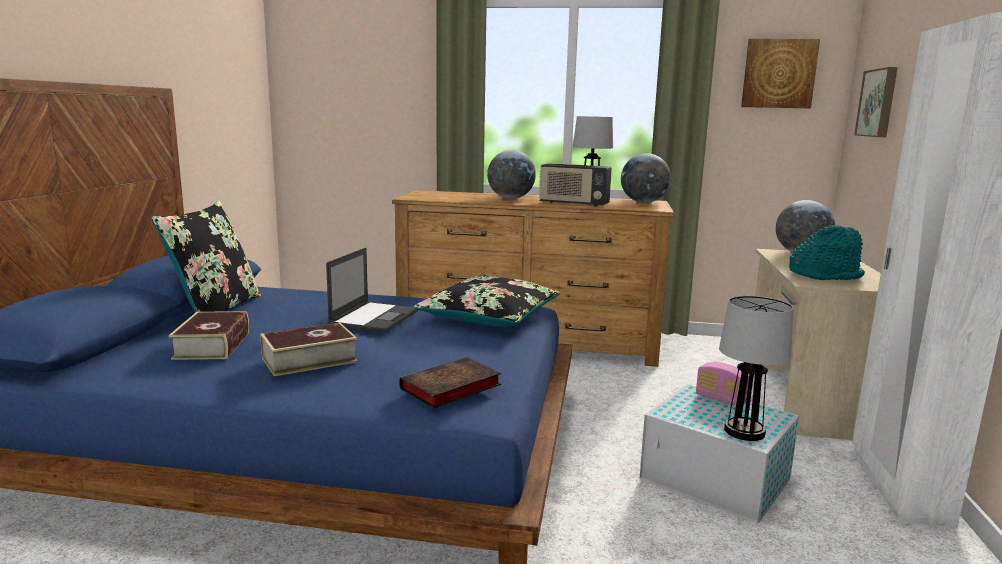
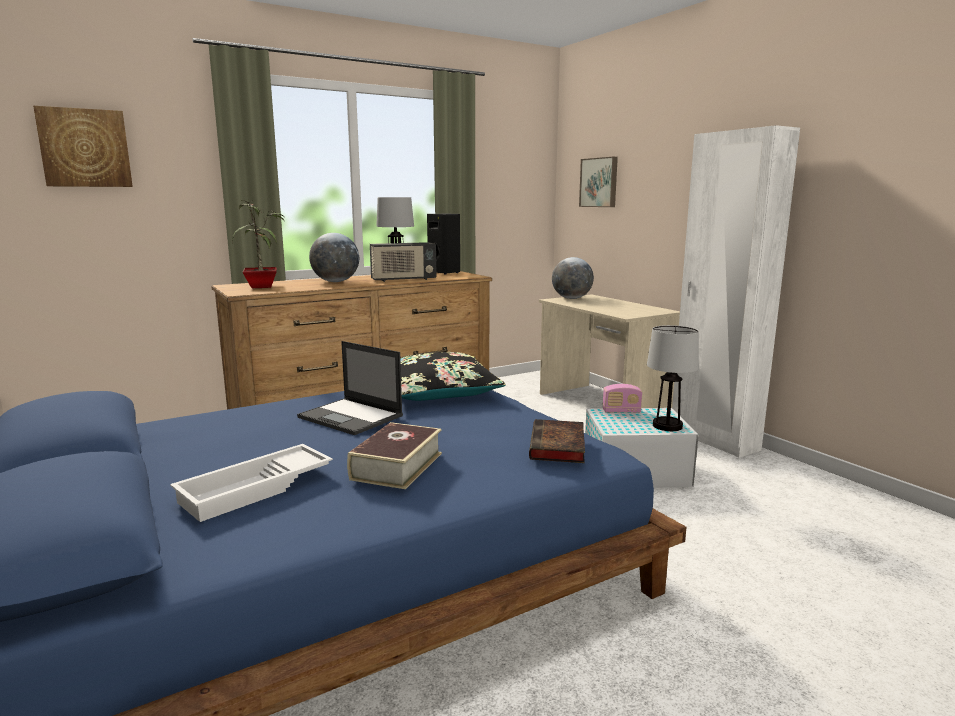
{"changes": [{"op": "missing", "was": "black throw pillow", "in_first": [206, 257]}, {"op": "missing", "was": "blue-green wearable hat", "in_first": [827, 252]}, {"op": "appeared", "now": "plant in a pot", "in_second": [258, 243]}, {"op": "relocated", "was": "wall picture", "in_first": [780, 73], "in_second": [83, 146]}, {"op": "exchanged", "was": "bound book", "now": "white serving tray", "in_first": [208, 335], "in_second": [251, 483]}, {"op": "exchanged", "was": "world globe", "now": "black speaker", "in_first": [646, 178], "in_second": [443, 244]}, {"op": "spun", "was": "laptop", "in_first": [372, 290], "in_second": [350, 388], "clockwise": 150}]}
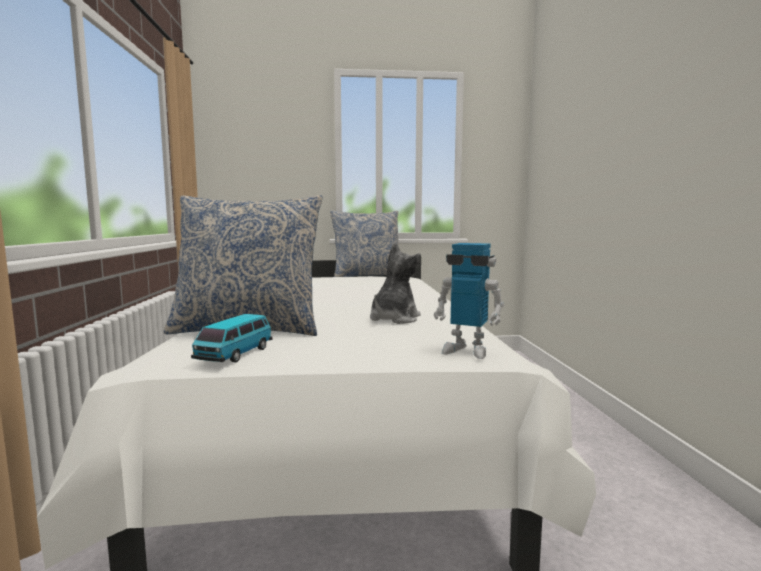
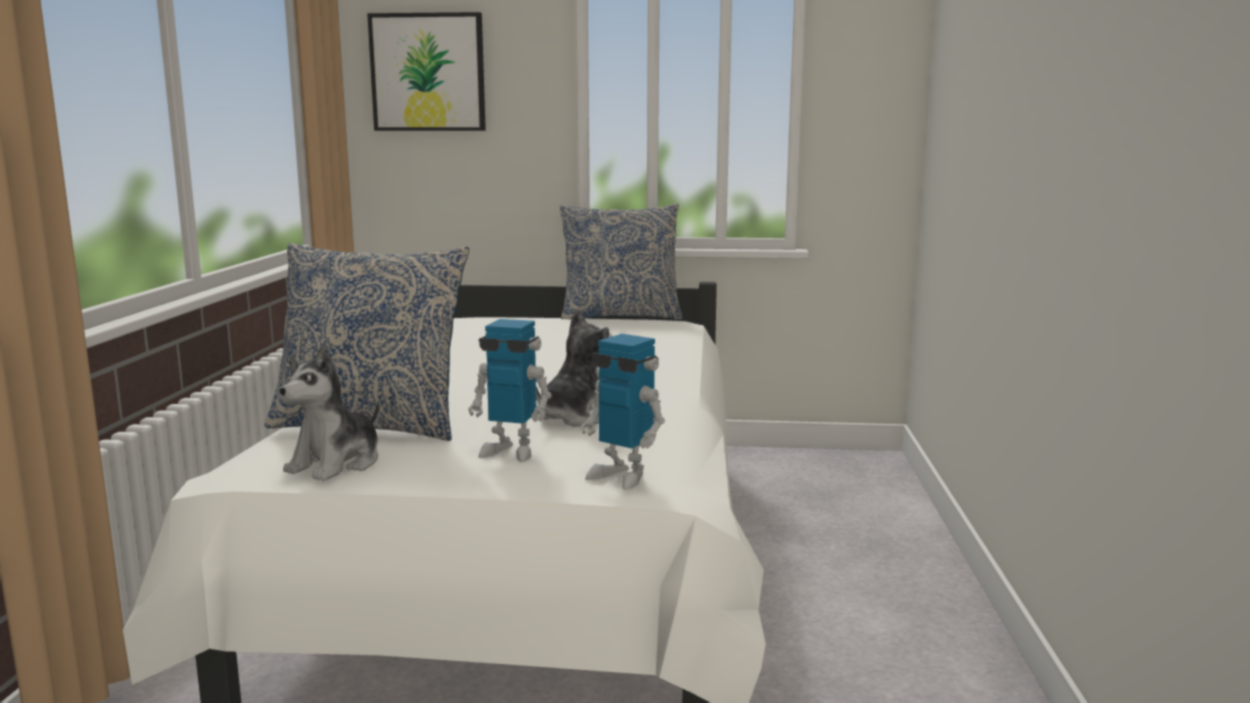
{"changes": [{"op": "appeared", "now": "wall picture", "in_second": [426, 71]}, {"op": "appeared", "now": "model robot", "in_second": [510, 390]}, {"op": "exchanged", "was": "model car", "now": "soft toy", "in_first": [231, 338], "in_second": [329, 413]}]}
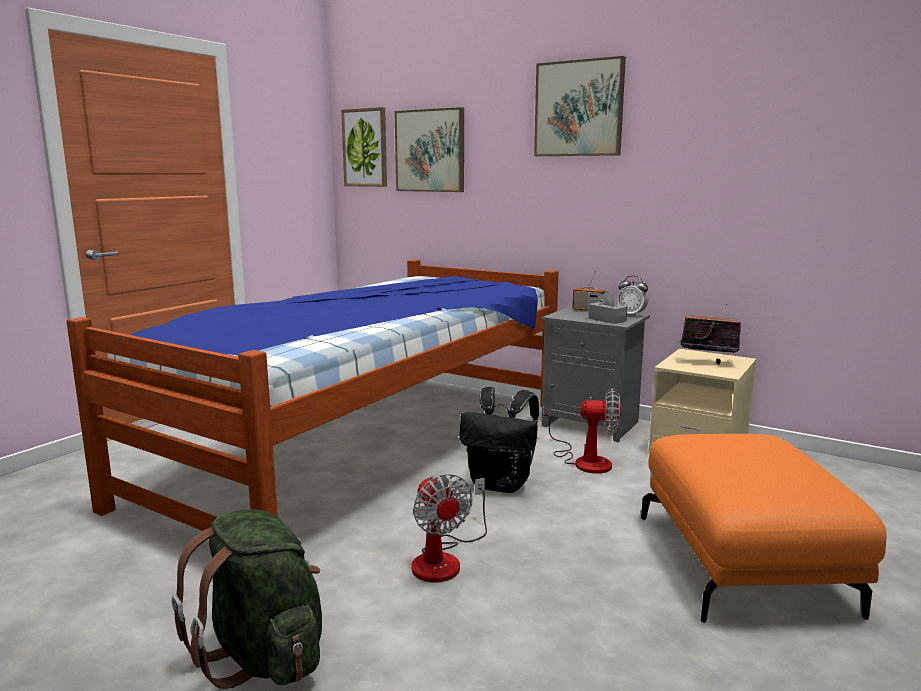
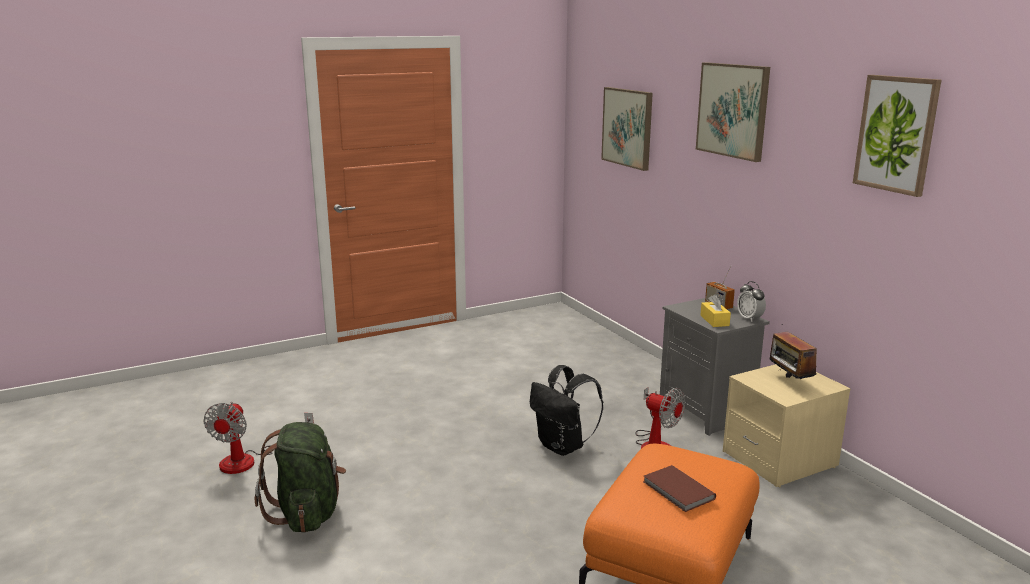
{"changes": [{"op": "missing", "was": "bedroom bed", "in_first": [312, 395]}, {"op": "appeared", "now": "brown bound book", "in_second": [679, 488]}, {"op": "relocated", "was": "wall picture", "in_first": [364, 147], "in_second": [897, 136]}, {"op": "relocated", "was": "electric fan", "in_first": [449, 528], "in_second": [258, 438]}, {"op": "colour", "was": "greyish box of tissues", "now": "yellow box of tissues", "in_first": [607, 307], "in_second": [715, 310]}, {"op": "spun", "was": "radio receiver", "in_first": [713, 334], "in_second": [793, 352], "clockwise": -150}]}
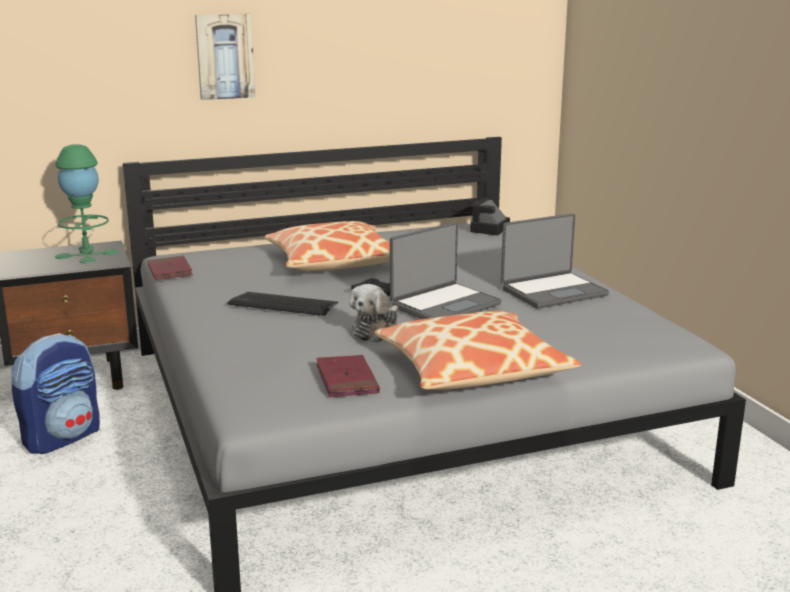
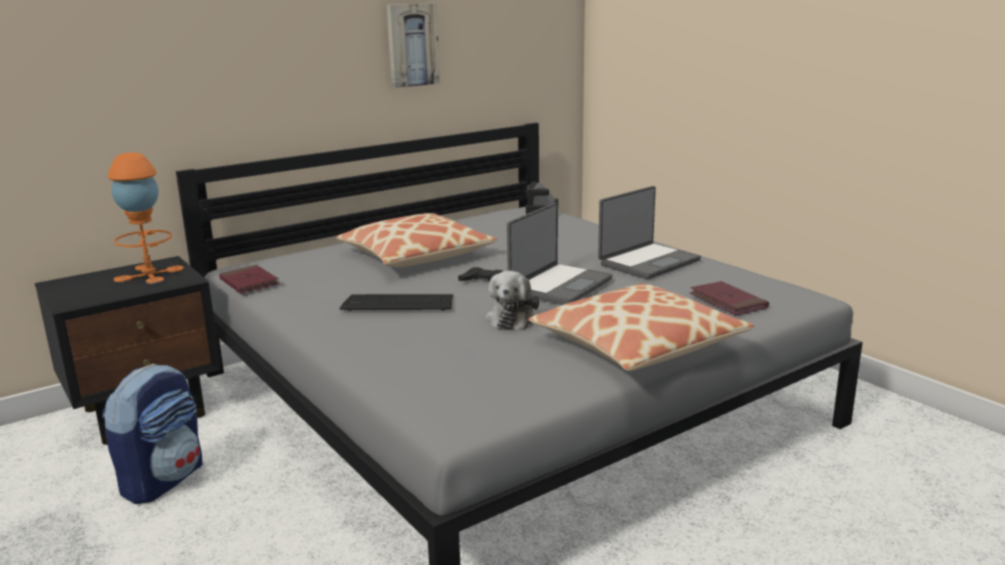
{"changes": [{"op": "relocated", "was": "wall picture", "in_first": [225, 57], "in_second": [413, 45]}, {"op": "relocated", "was": "red-coloured bound book", "in_first": [348, 376], "in_second": [729, 298]}, {"op": "colour", "was": "green-coloured table lamp", "now": "orange table lamp", "in_first": [86, 203], "in_second": [146, 218]}]}
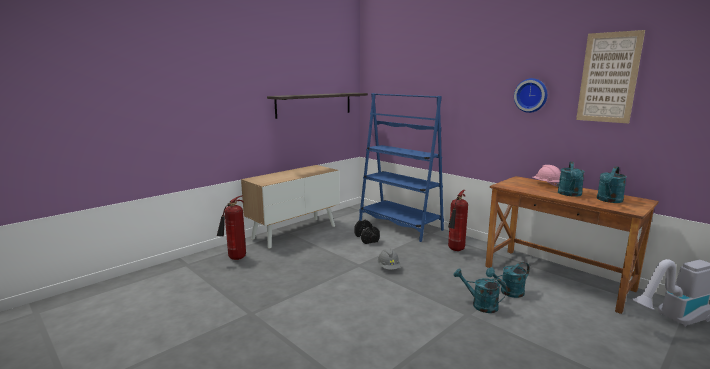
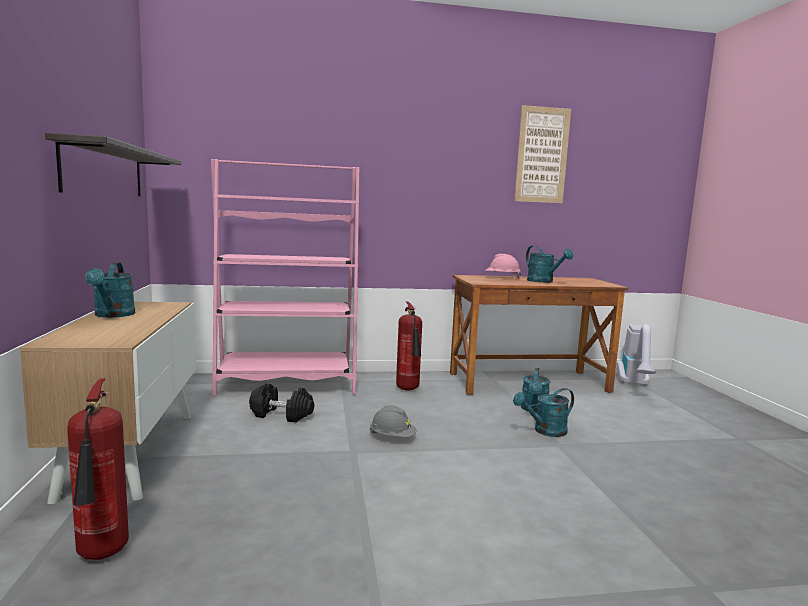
{"changes": [{"op": "missing", "was": "clock on the wall", "in_first": [530, 95]}, {"op": "relocated", "was": "blue-green watering pot", "in_first": [612, 184], "in_second": [110, 290]}, {"op": "colour", "was": "blue bookshelf", "now": "pink-coloured bookshelf", "in_first": [401, 167], "in_second": [285, 277]}]}
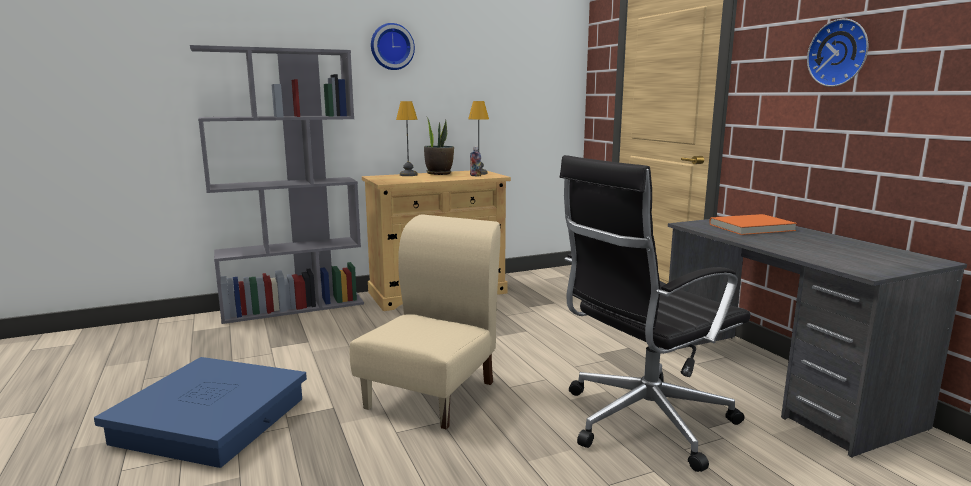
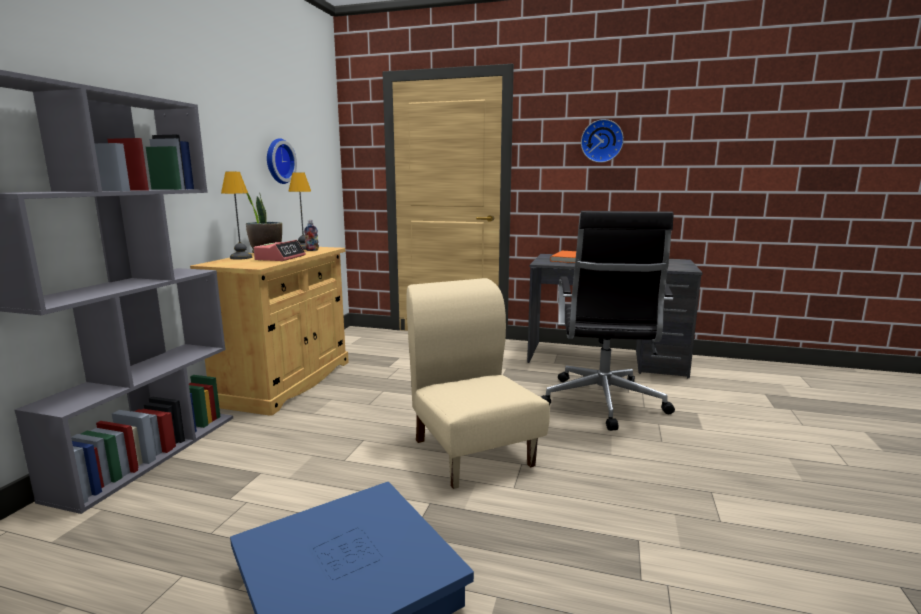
{"changes": [{"op": "appeared", "now": "alarm clock", "in_second": [280, 250]}, {"op": "relocated", "was": "clock on the wall", "in_first": [393, 46], "in_second": [282, 161]}]}
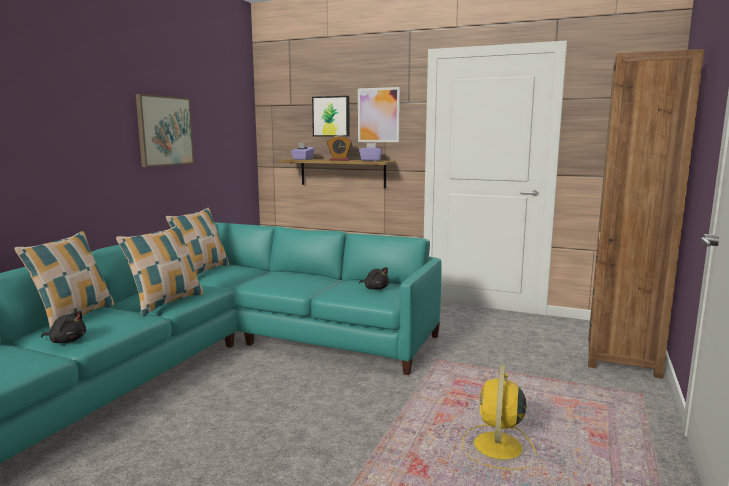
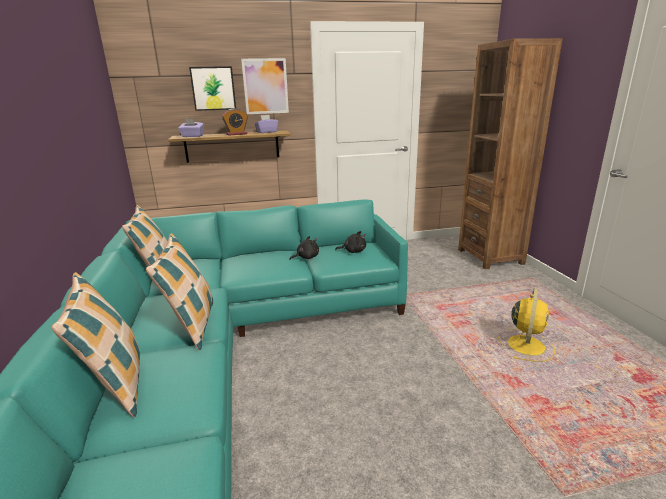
{"changes": [{"op": "missing", "was": "wall picture", "in_first": [165, 130]}, {"op": "relocated", "was": "black soft toy", "in_first": [63, 327], "in_second": [304, 248]}, {"op": "spun", "was": "yellow electric fan", "in_first": [499, 417], "in_second": [526, 325], "clockwise": -135}]}
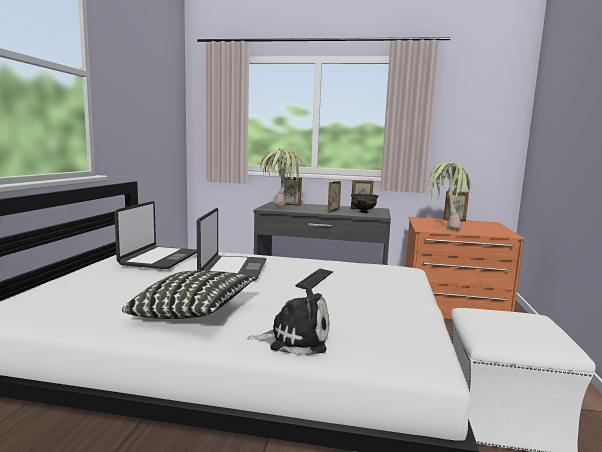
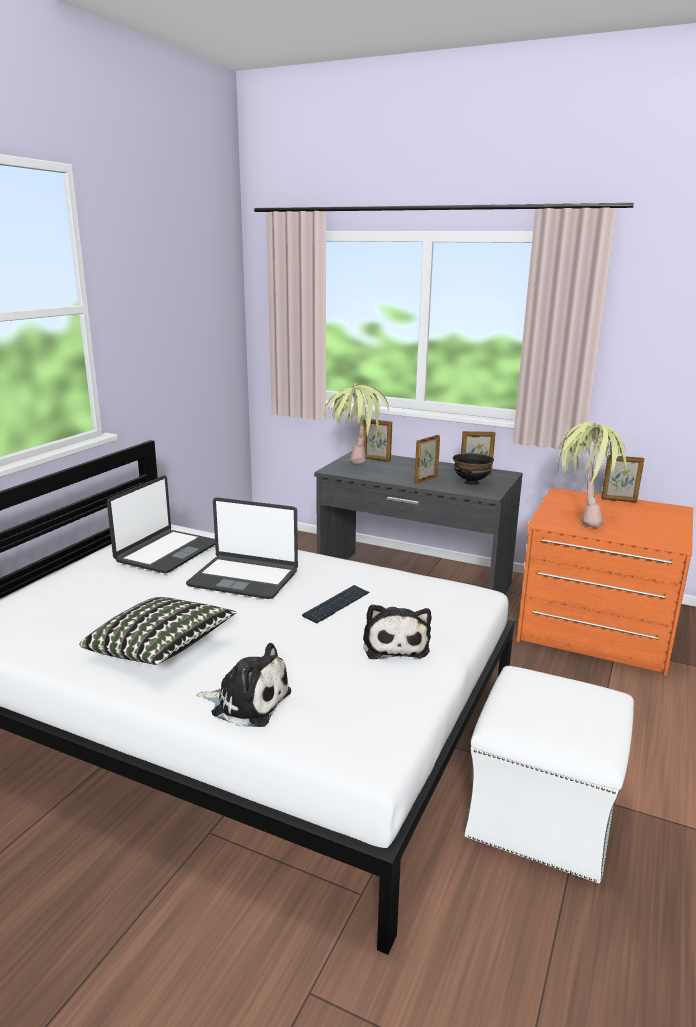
{"changes": [{"op": "appeared", "now": "soft toy", "in_second": [397, 631]}, {"op": "spun", "was": "laptop", "in_first": [231, 244], "in_second": [242, 548], "clockwise": 90}]}
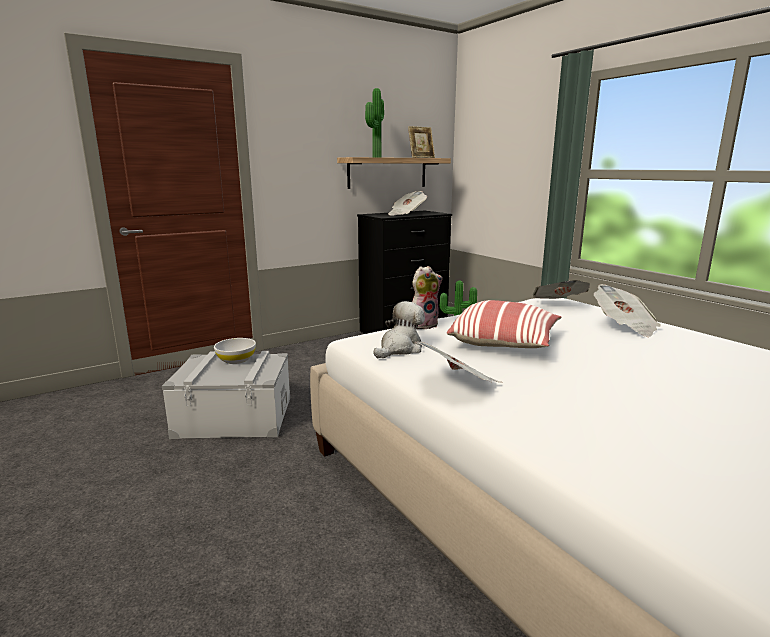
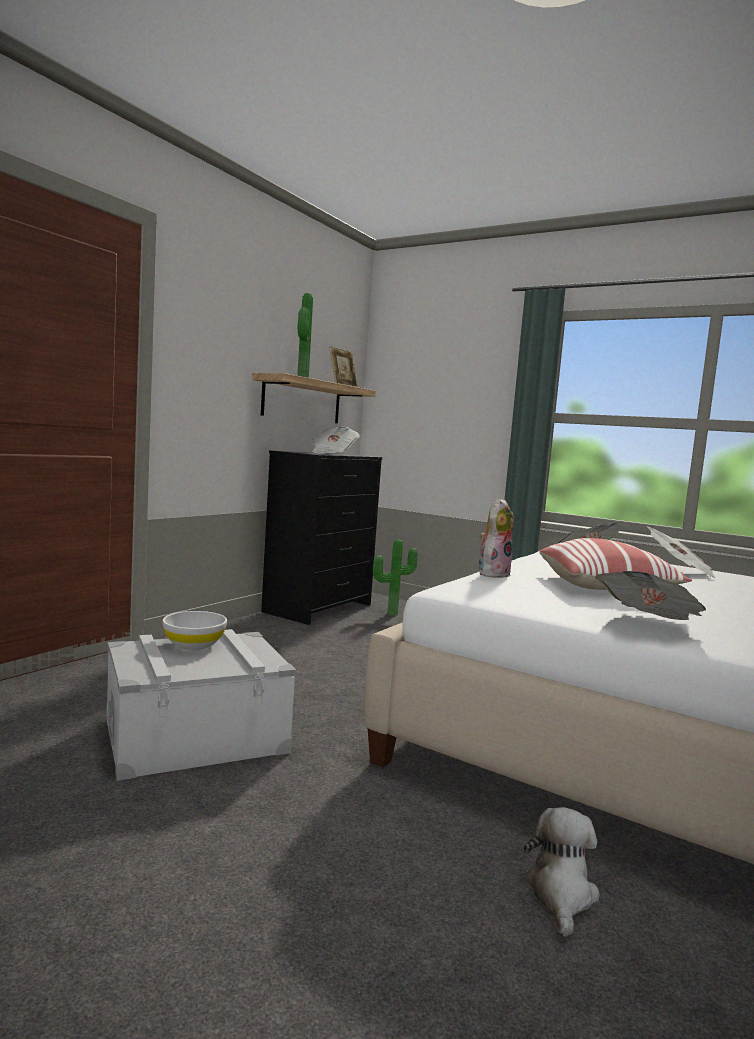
{"changes": [{"op": "relocated", "was": "soft toy", "in_first": [399, 329], "in_second": [562, 872]}]}
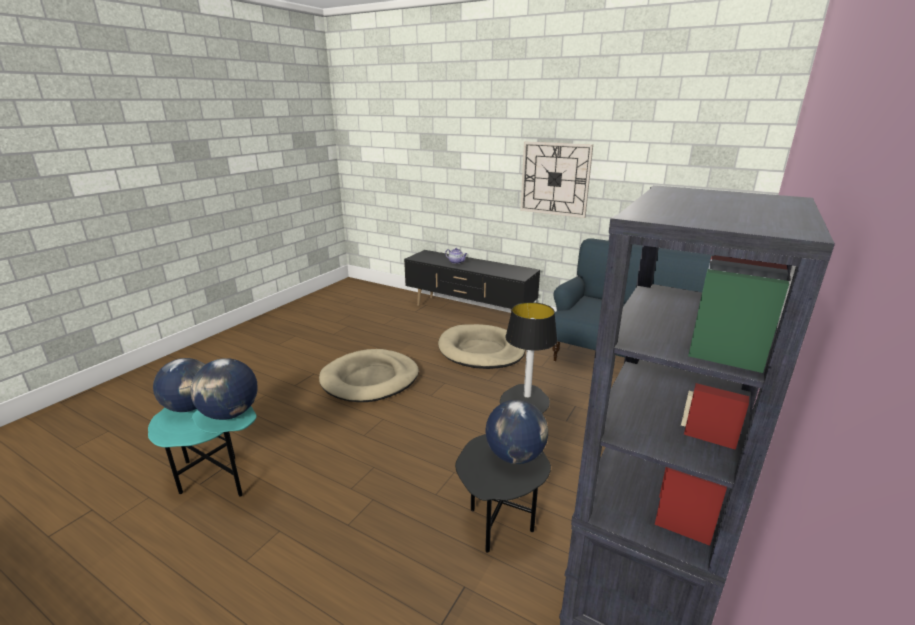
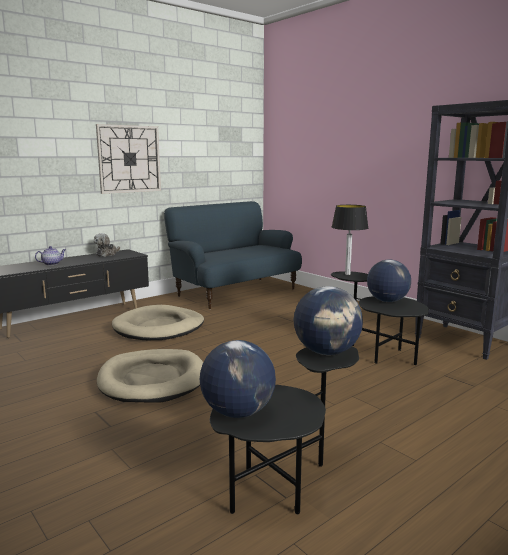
{"changes": [{"op": "appeared", "now": "soft toy", "in_second": [107, 245]}, {"op": "colour", "was": "blue-green accent table", "now": "black accent table", "in_first": [202, 451], "in_second": [284, 430]}]}
